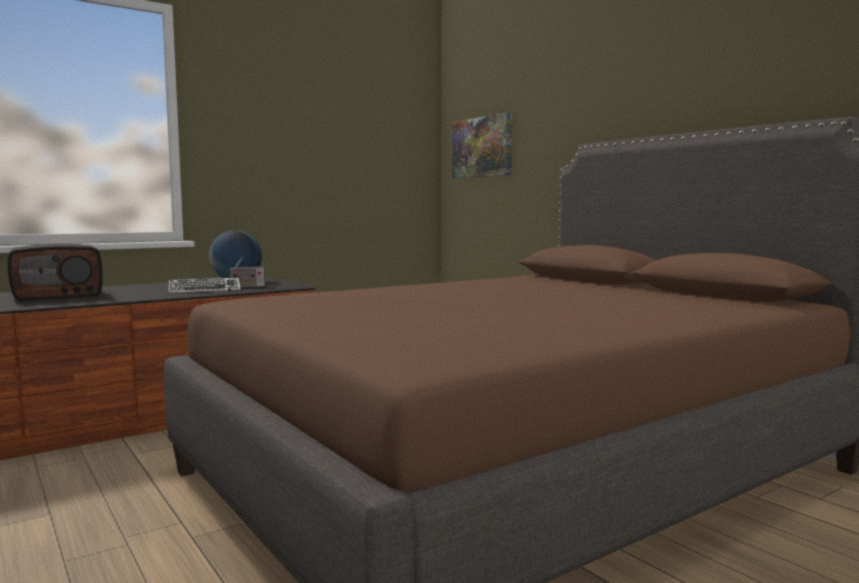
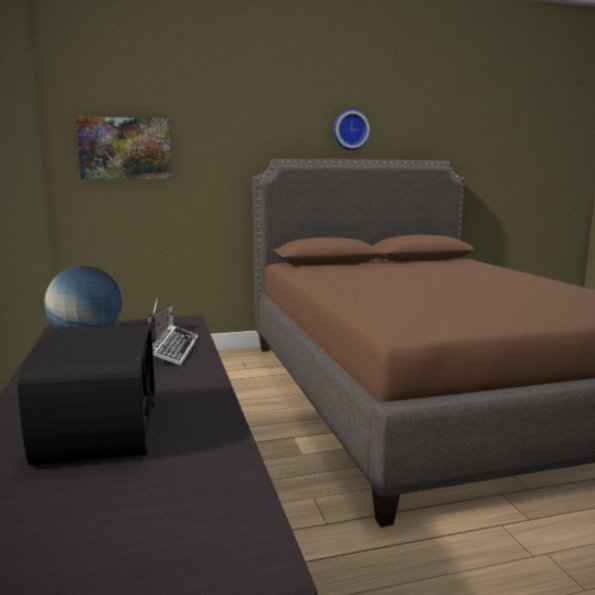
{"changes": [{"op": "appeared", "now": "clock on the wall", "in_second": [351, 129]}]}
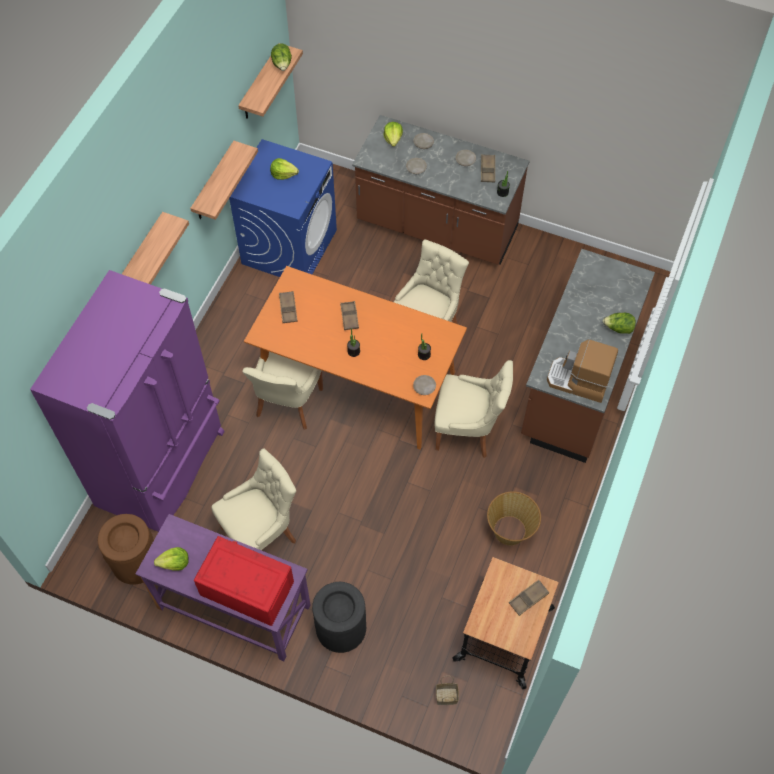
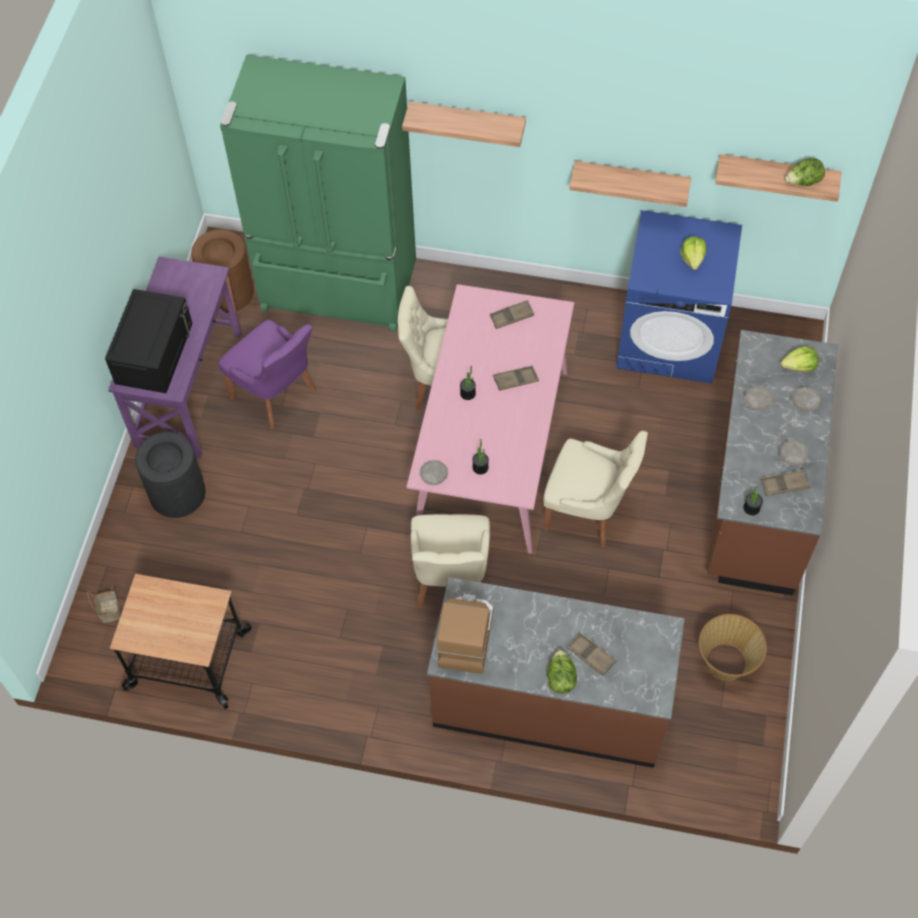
{"changes": [{"op": "missing", "was": "lettuce head", "in_first": [171, 559]}, {"op": "relocated", "was": "storage basket", "in_first": [514, 518], "in_second": [733, 647]}, {"op": "relocated", "was": "brown serving tray", "in_first": [529, 598], "in_second": [592, 654]}, {"op": "colour", "was": "purple-coloured fridge", "now": "green-coloured fridge", "in_first": [127, 401], "in_second": [318, 193]}, {"op": "colour", "was": "red-coloured kitchen microwave", "now": "black kitchen microwave", "in_first": [244, 581], "in_second": [149, 341]}, {"op": "colour", "was": "sand-coloured chair", "now": "purple-coloured chair", "in_first": [253, 499], "in_second": [268, 374]}, {"op": "colour", "was": "orange kitchen table", "now": "pink-coloured kitchen table", "in_first": [355, 358], "in_second": [490, 419]}]}
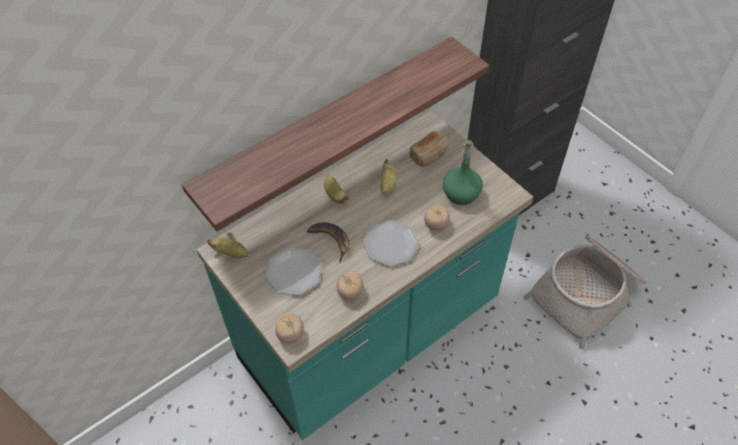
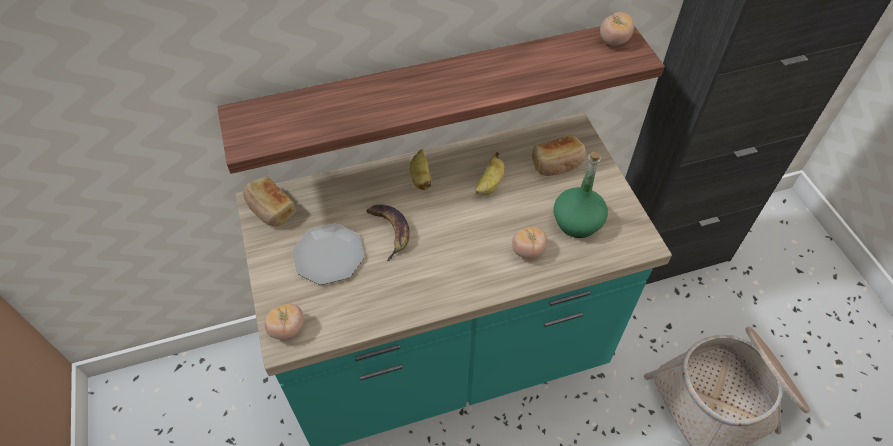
{"changes": [{"op": "missing", "was": "dinner plate", "in_first": [391, 243]}, {"op": "relocated", "was": "fresh tomato", "in_first": [350, 285], "in_second": [617, 29]}, {"op": "exchanged", "was": "banana fruit", "now": "baked bread", "in_first": [227, 248], "in_second": [269, 201]}]}
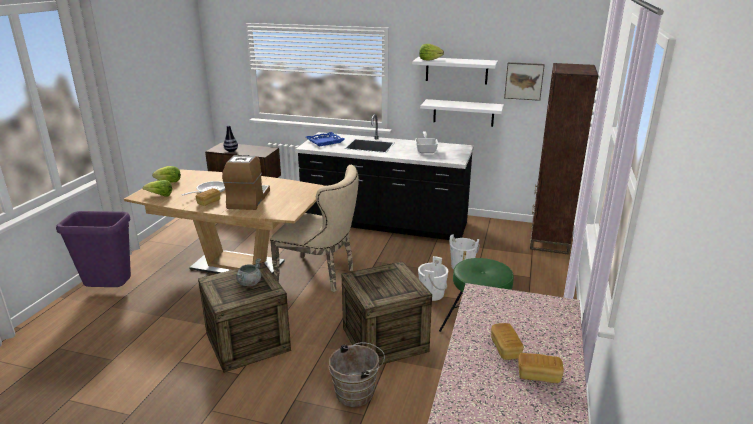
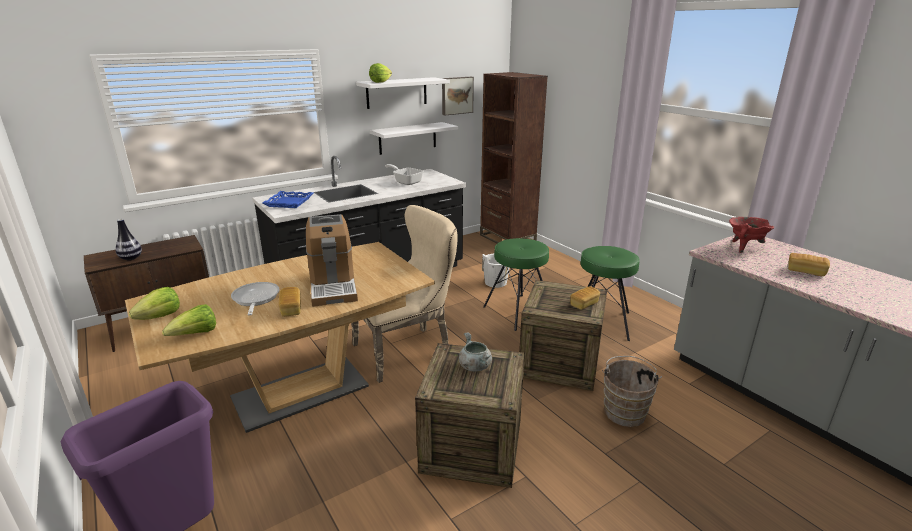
{"changes": [{"op": "appeared", "now": "red-coloured saucepot", "in_second": [751, 235]}, {"op": "relocated", "was": "baked bread", "in_first": [541, 368], "in_second": [585, 298]}, {"op": "exchanged", "was": "white bucket", "now": "green-coloured stool seat", "in_first": [433, 278], "in_second": [516, 284]}, {"op": "spun", "was": "coffee maker", "in_first": [246, 182], "in_second": [332, 260], "clockwise": -150}]}
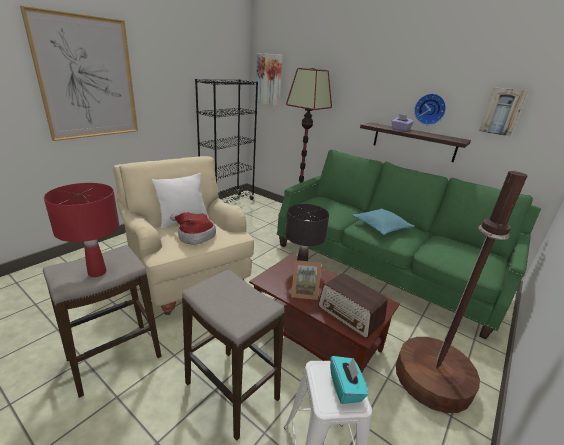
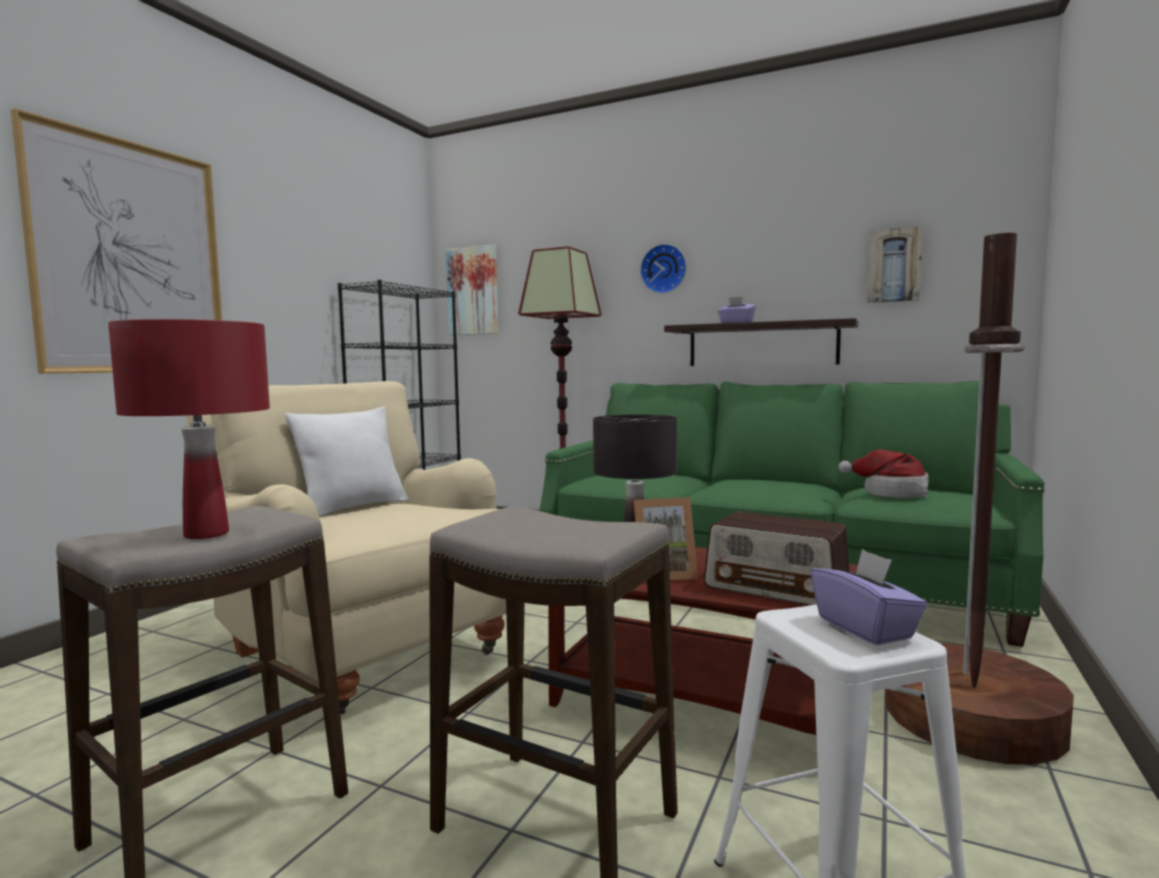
{"changes": [{"op": "missing", "was": "blue-green throw pillow", "in_first": [383, 221]}, {"op": "relocated", "was": "wearable hat", "in_first": [193, 228], "in_second": [883, 473]}, {"op": "relocated", "was": "clock on the wall", "in_first": [430, 109], "in_second": [663, 269]}, {"op": "colour", "was": "blue-green box of tissues", "now": "purple-coloured box of tissues", "in_first": [349, 380], "in_second": [869, 597]}]}
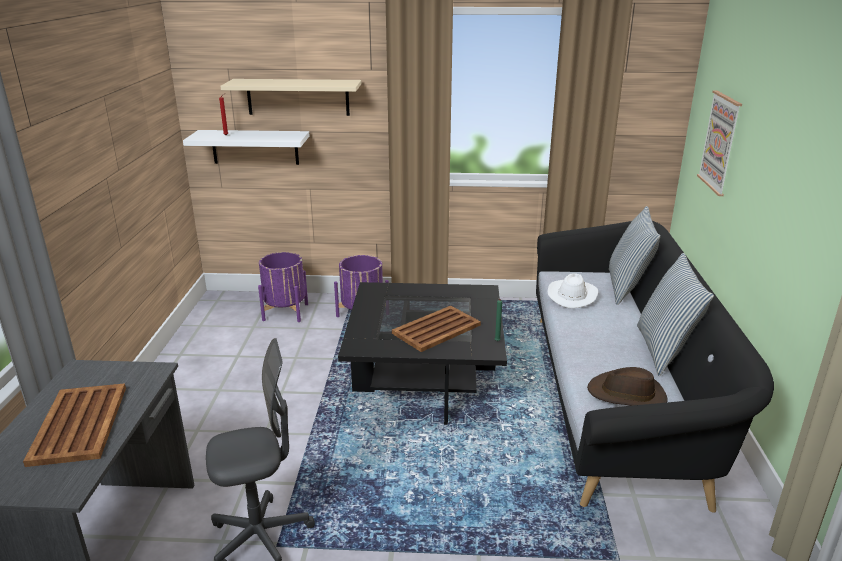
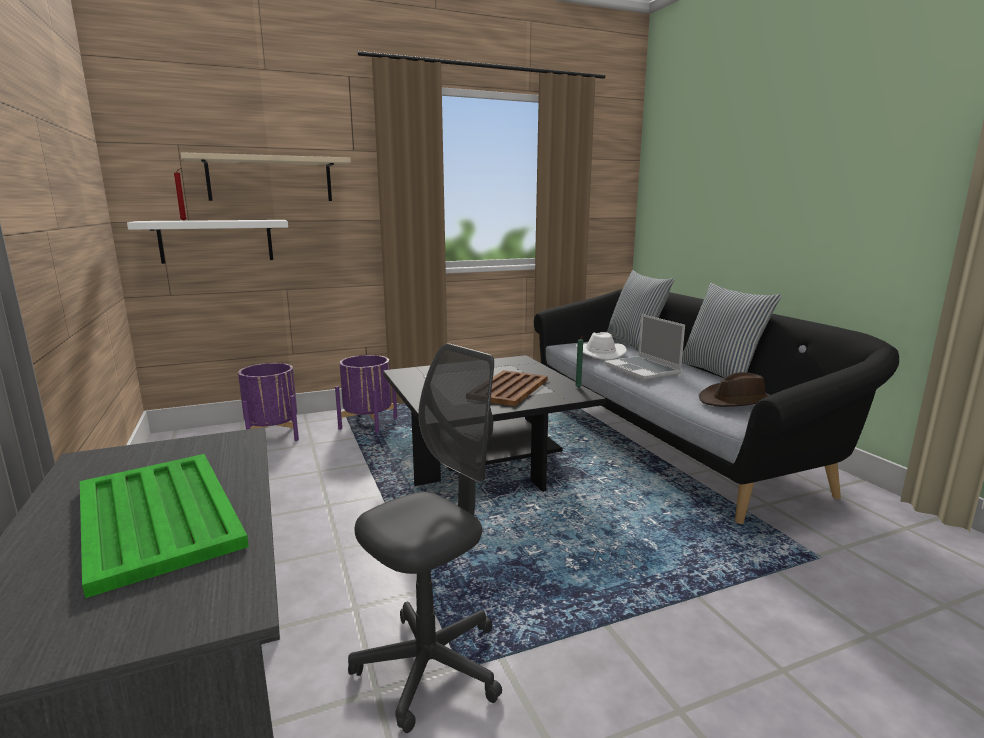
{"changes": [{"op": "missing", "was": "wall picture", "in_first": [719, 143]}, {"op": "appeared", "now": "laptop", "in_second": [644, 347]}, {"op": "colour", "was": "brown serving tray", "now": "green-coloured serving tray", "in_first": [74, 425], "in_second": [164, 526]}]}
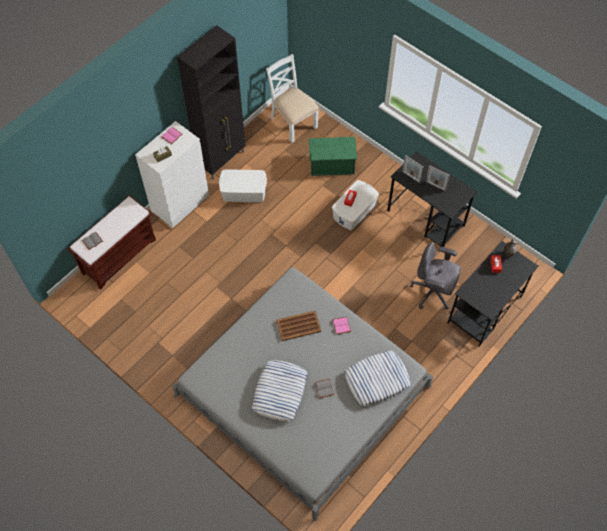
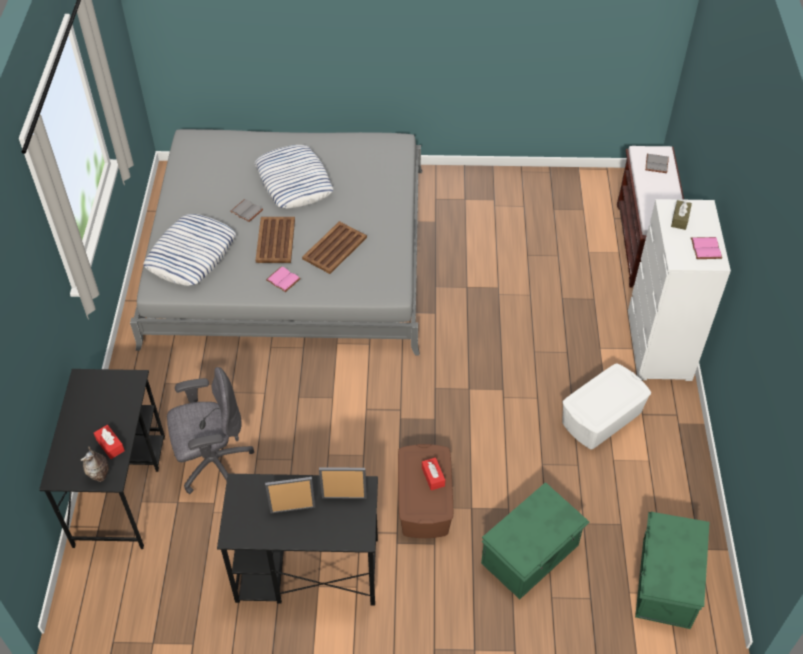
{"changes": [{"op": "missing", "was": "black storage cabinet", "in_first": [211, 102]}, {"op": "appeared", "now": "brown serving tray", "in_second": [275, 240]}, {"op": "exchanged", "was": "white chair", "now": "green-coloured storage box", "in_first": [292, 98], "in_second": [672, 570]}, {"op": "colour", "was": "white storage box", "now": "brown storage box", "in_first": [355, 205], "in_second": [425, 491]}]}
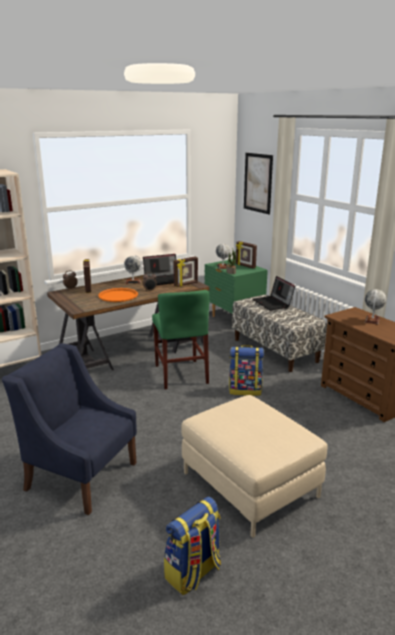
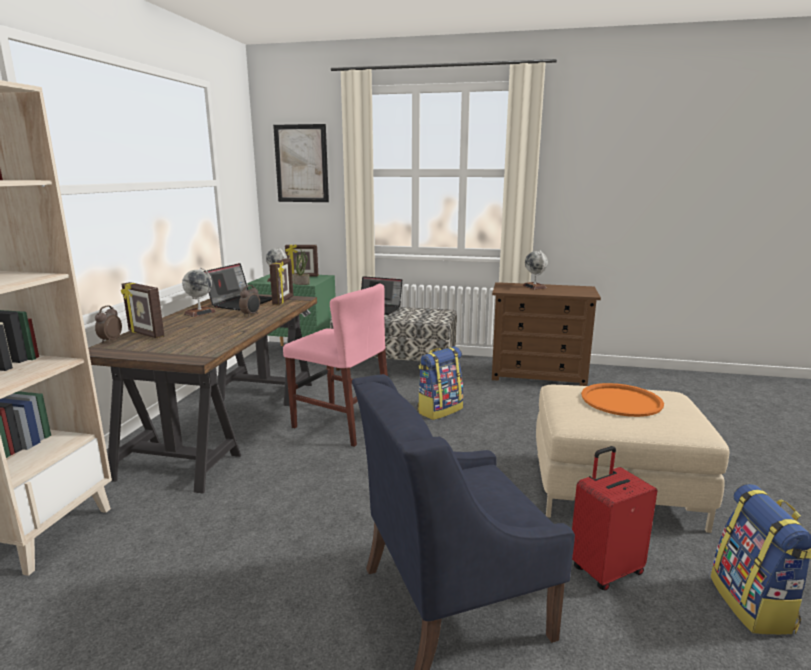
{"changes": [{"op": "appeared", "now": "red-coloured piece of luggage", "in_second": [614, 518]}, {"op": "relocated", "was": "orange serving tray", "in_first": [118, 295], "in_second": [622, 400]}, {"op": "colour", "was": "green-coloured chair", "now": "pink-coloured chair", "in_first": [180, 339], "in_second": [335, 365]}]}
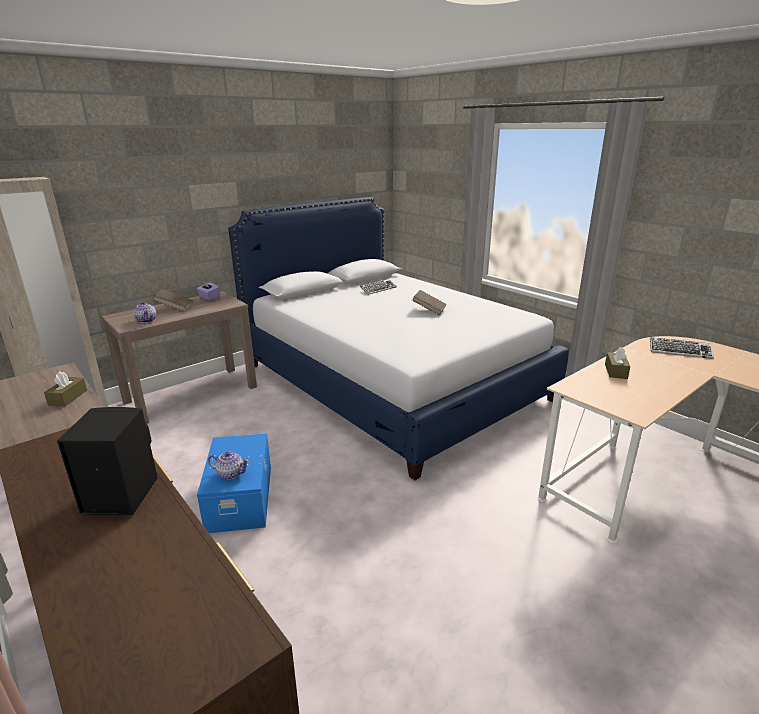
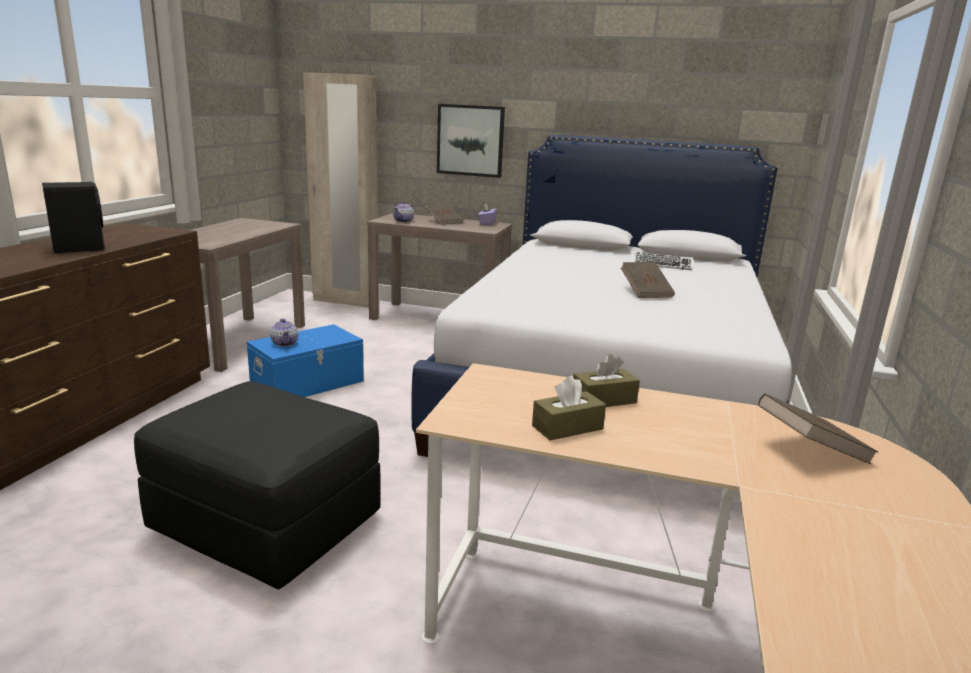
{"changes": [{"op": "appeared", "now": "black pouffe", "in_second": [257, 485]}, {"op": "appeared", "now": "wall picture", "in_second": [471, 141]}, {"op": "relocated", "was": "brown box of tissues", "in_first": [65, 389], "in_second": [569, 408]}, {"op": "exchanged", "was": "computer keyboard", "now": "brown bound book", "in_first": [682, 348], "in_second": [818, 428]}]}
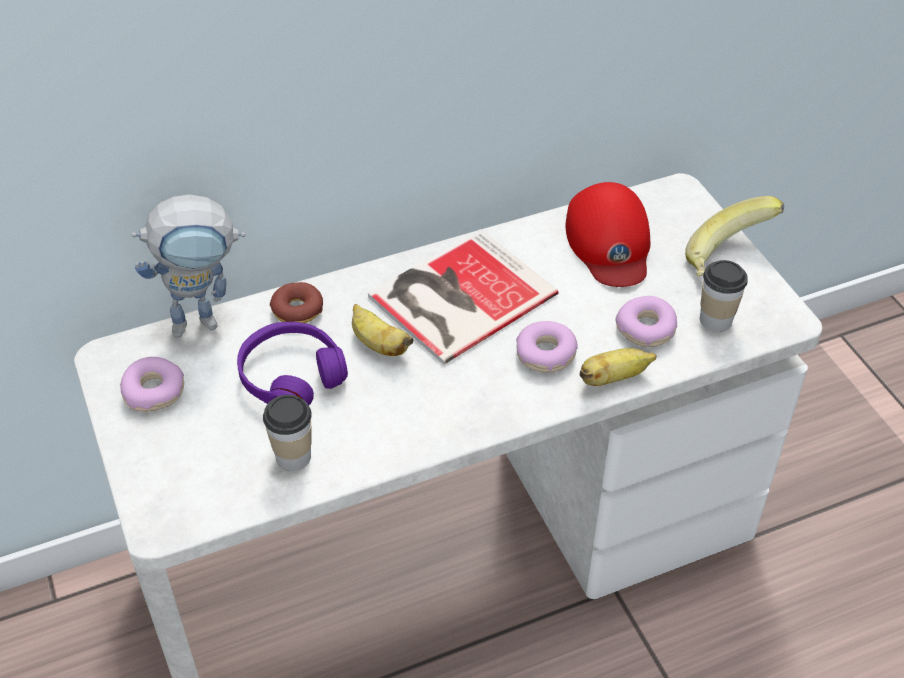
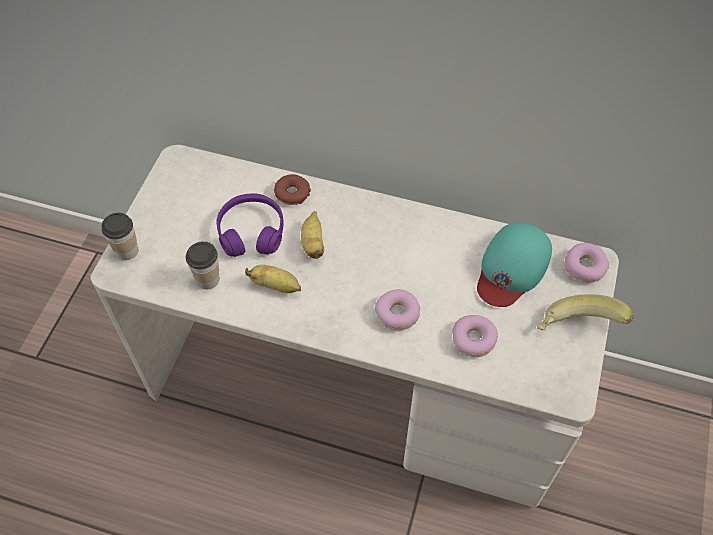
{"changes": [{"op": "missing", "was": "model robot", "in_first": [189, 266]}, {"op": "missing", "was": "bound book", "in_first": [463, 297]}, {"op": "relocated", "was": "donut", "in_first": [152, 384], "in_second": [586, 262]}, {"op": "relocated", "was": "banana fruit", "in_first": [618, 367], "in_second": [273, 279]}, {"op": "relocated", "was": "cup", "in_first": [724, 296], "in_second": [119, 236]}, {"op": "colour", "was": "red-coloured baseball cap", "now": "blue-green baseball cap", "in_first": [608, 234], "in_second": [514, 265]}]}
